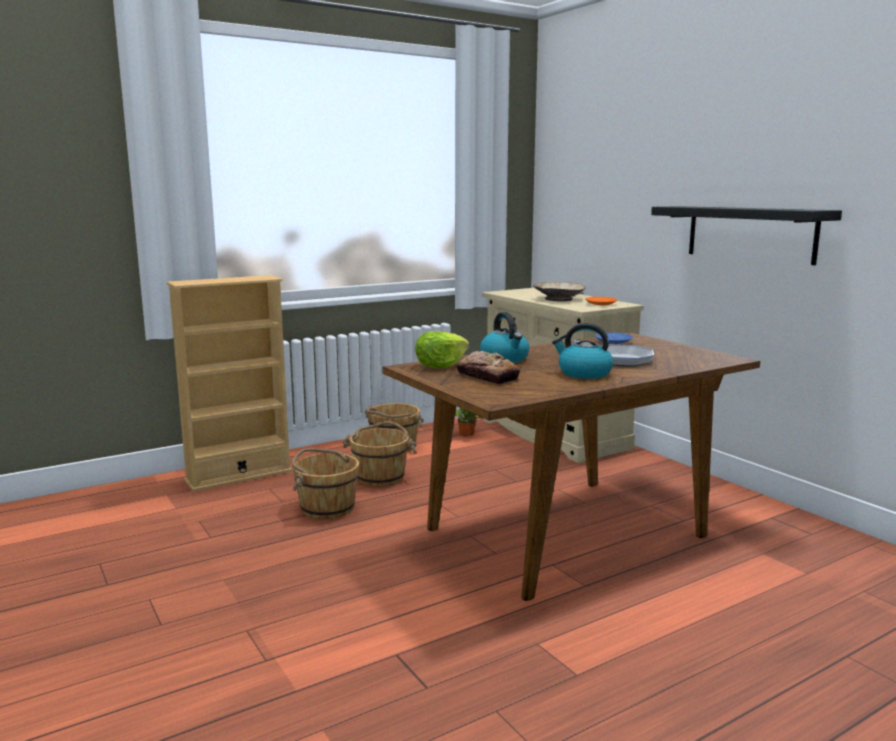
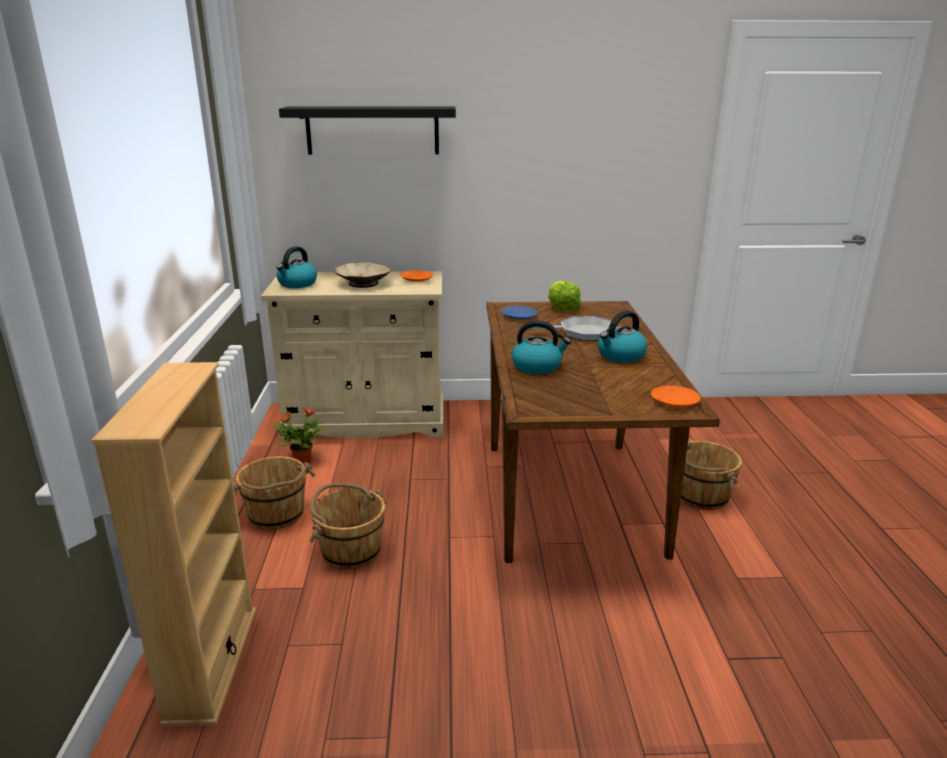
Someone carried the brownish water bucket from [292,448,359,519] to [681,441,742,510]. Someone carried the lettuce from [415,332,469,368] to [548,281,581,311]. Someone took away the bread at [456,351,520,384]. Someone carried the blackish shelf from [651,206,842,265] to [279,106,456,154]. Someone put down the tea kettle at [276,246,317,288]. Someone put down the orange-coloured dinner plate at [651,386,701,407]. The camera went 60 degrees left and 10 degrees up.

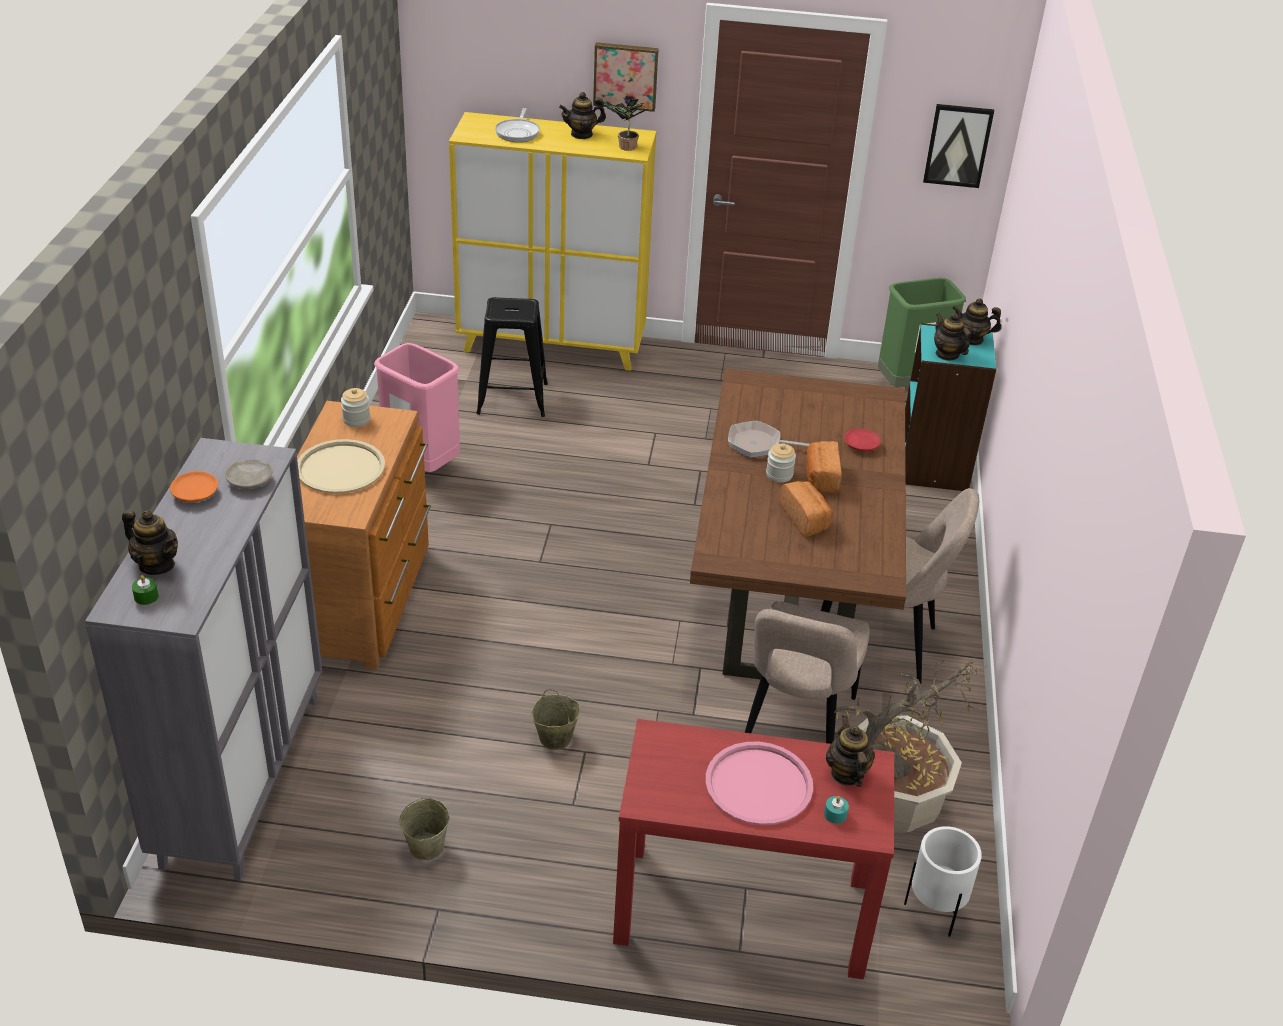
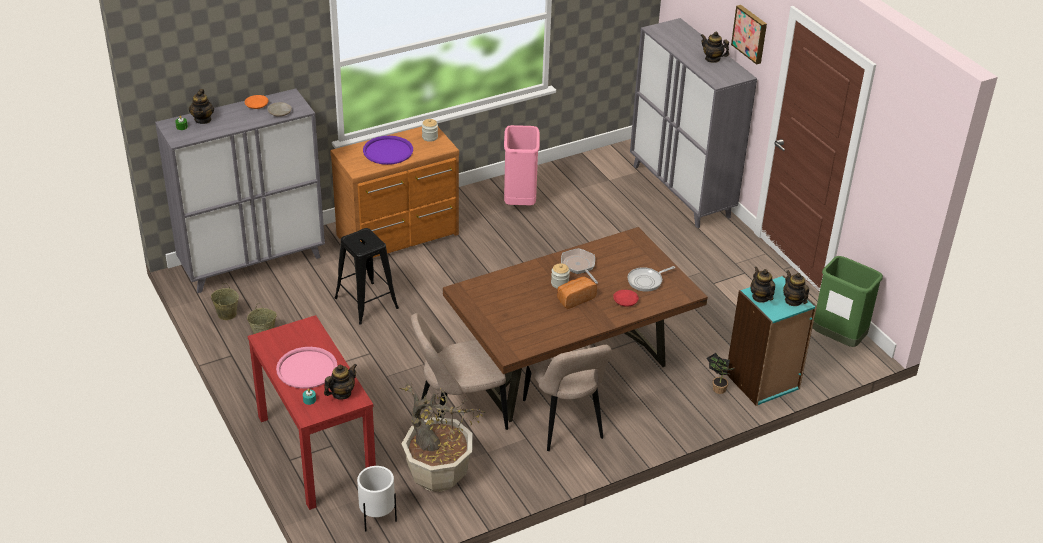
Someone repainted the beige serving tray at [297,439,385,494], which became the purple-coloured serving tray at [363,136,413,165]. Someone repainted the yellow-coloured cupboard at [449,112,656,371], which became the grey cupboard at [630,18,757,228]. Someone carried the blackish stool seat from [476,297,548,417] to [335,228,399,325]. Someone carried the frying pan from [495,108,540,142] to [627,266,675,292]. Someone carried the beige water bucket from [532,689,581,750] to [211,283,239,320]. Someone carried the houseplant from [606,97,647,151] to [707,353,734,394]. Someone took away the bread at [780,481,833,536]. Someone took away the wall picture at [923,104,994,188]. Someone rotated the teapot at [934,313,971,361] by 45 degrees counterclockwise. The camera went 55 degrees right and 0 degrees up.

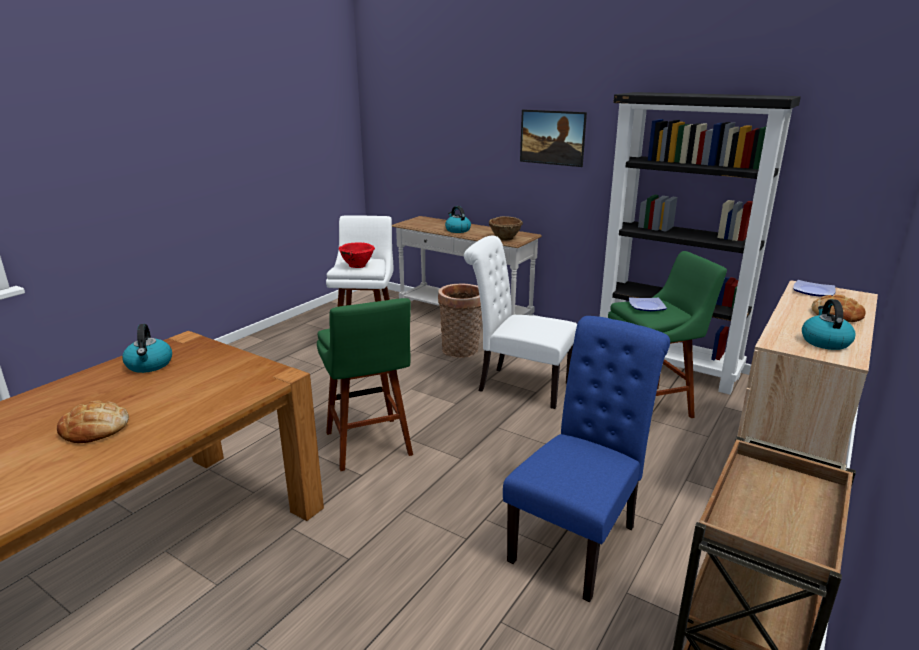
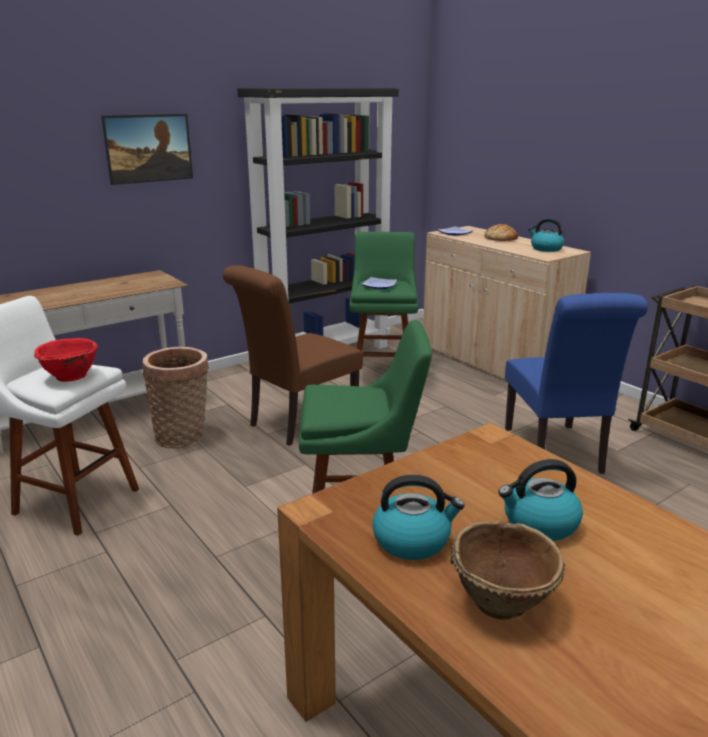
Someone took away the bread at [57,400,129,443]. Someone carried the tea kettle from [445,206,471,233] to [498,459,583,541]. Someone repainted the white plain chair at [464,236,577,409], which became the brownish plain chair at [222,265,363,446]. Someone carried the brownish serving bowl from [489,216,523,241] to [450,521,565,620]. Someone rotated the blue-coloured plain chair at [503,316,670,602] by 150 degrees counterclockwise. The camera went 70 degrees left and 0 degrees up.

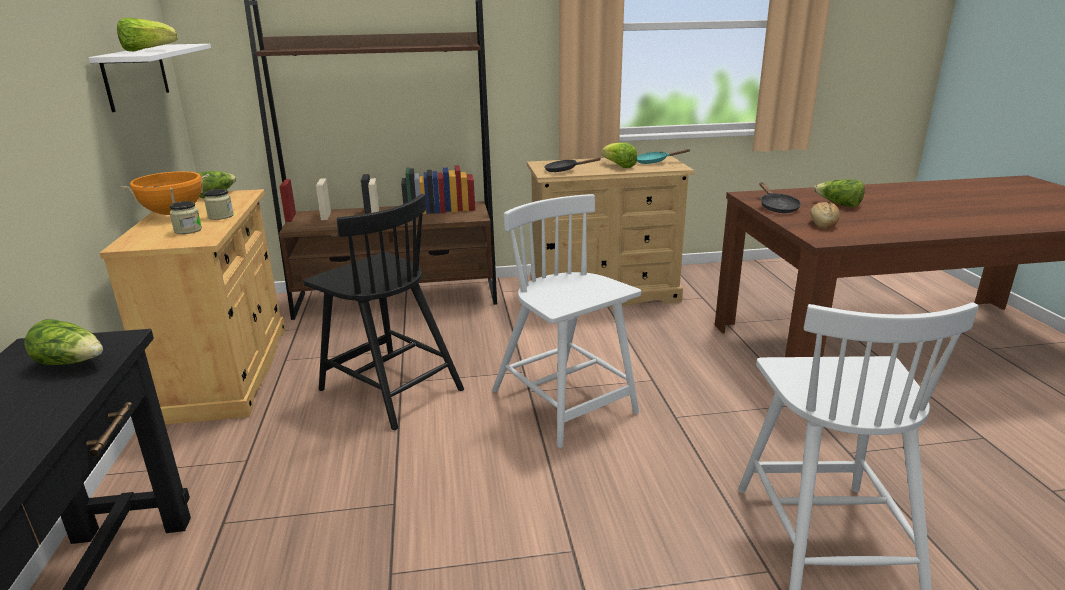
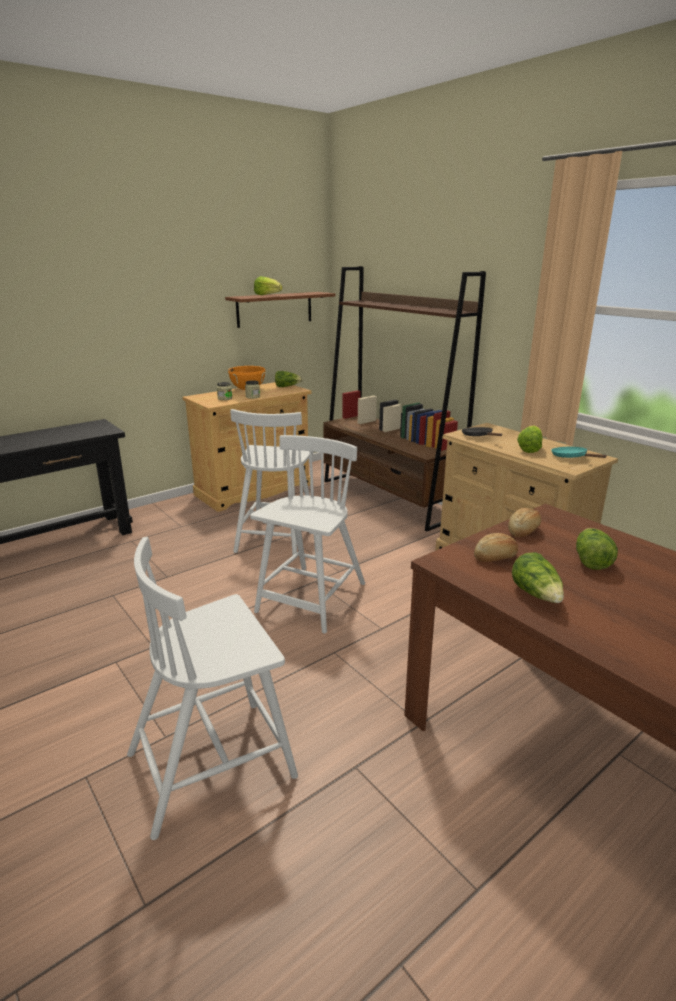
Someone carried the lettuce from [24,319,103,365] to [512,552,564,603]. Someone repainted the white shelf at [88,44,211,112], which became the brownish shelf at [225,292,336,328]. Someone repainted the blackish plain chair at [303,194,464,430], which became the white plain chair at [230,409,314,558]. Someone swapped the blackish frying pan at [760,182,801,213] for the bread at [508,508,541,537]. The camera went 60 degrees right and 0 degrees up.

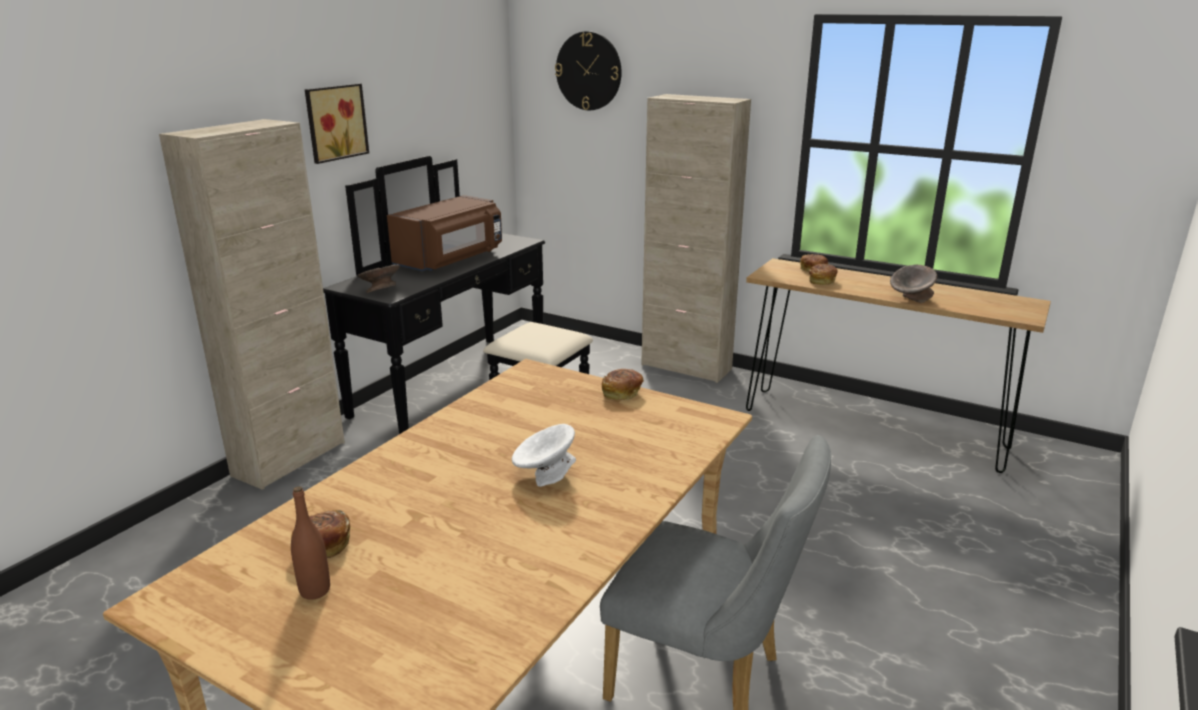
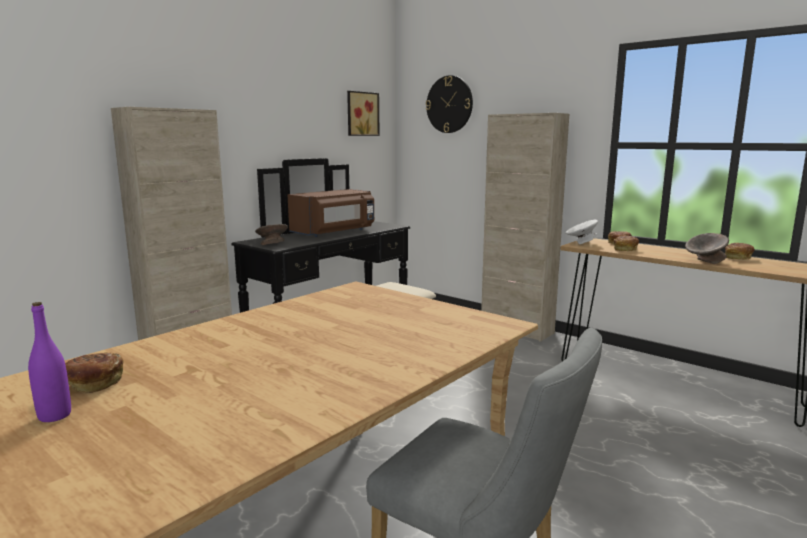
Someone repainted the brownish bottle at [291,486,330,600], which became the purple-coloured bottle at [28,302,71,422]. Someone carried the wall picture from [305,83,369,164] to [347,91,380,136]. Someone carried the white serving bowl from [512,424,576,487] to [566,220,598,244]. Someone carried the bread from [602,369,644,400] to [725,243,754,260]. The camera went 10 degrees right and 10 degrees down.

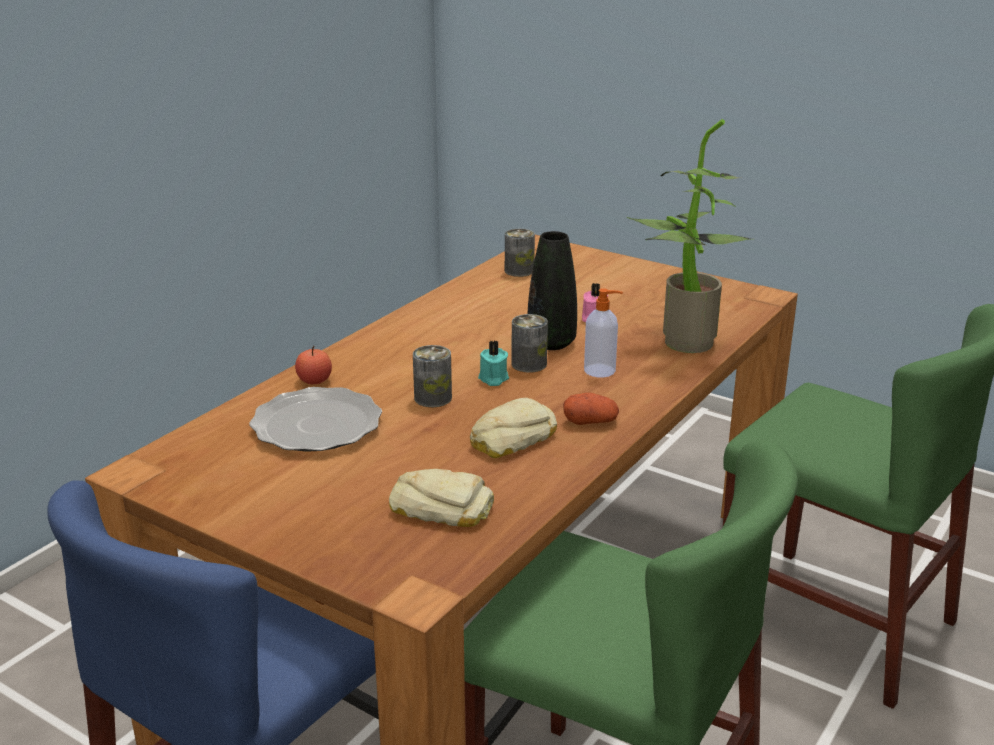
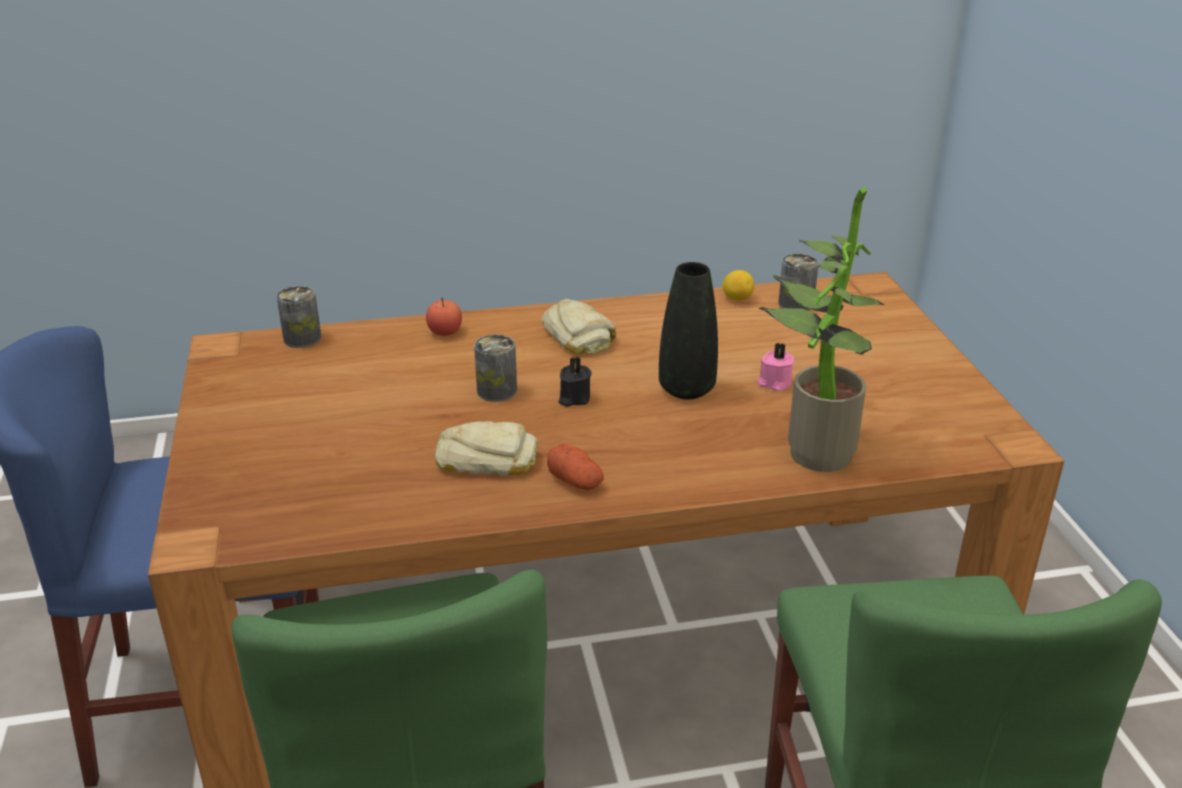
Someone took away the dinner plate at [249,387,382,452]. Someone carried the bread from [389,469,494,527] to [541,299,616,355]. Someone repainted the turquoise wax candle at [478,341,509,386], which became the blackish wax candle at [558,357,592,407]. Someone carried the metal can from [511,314,548,373] to [276,286,321,348]. Someone took away the soap bottle at [584,288,623,377]. Someone put down the whole lemon at [722,270,754,301]. The camera went 45 degrees right and 5 degrees up.

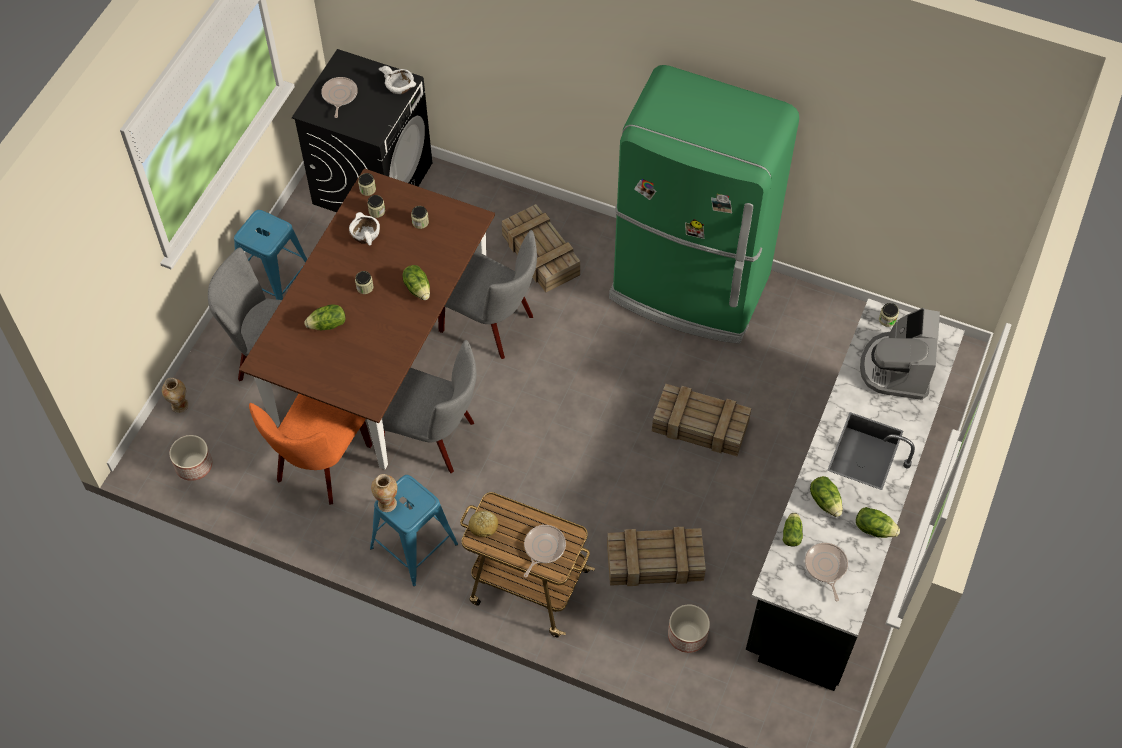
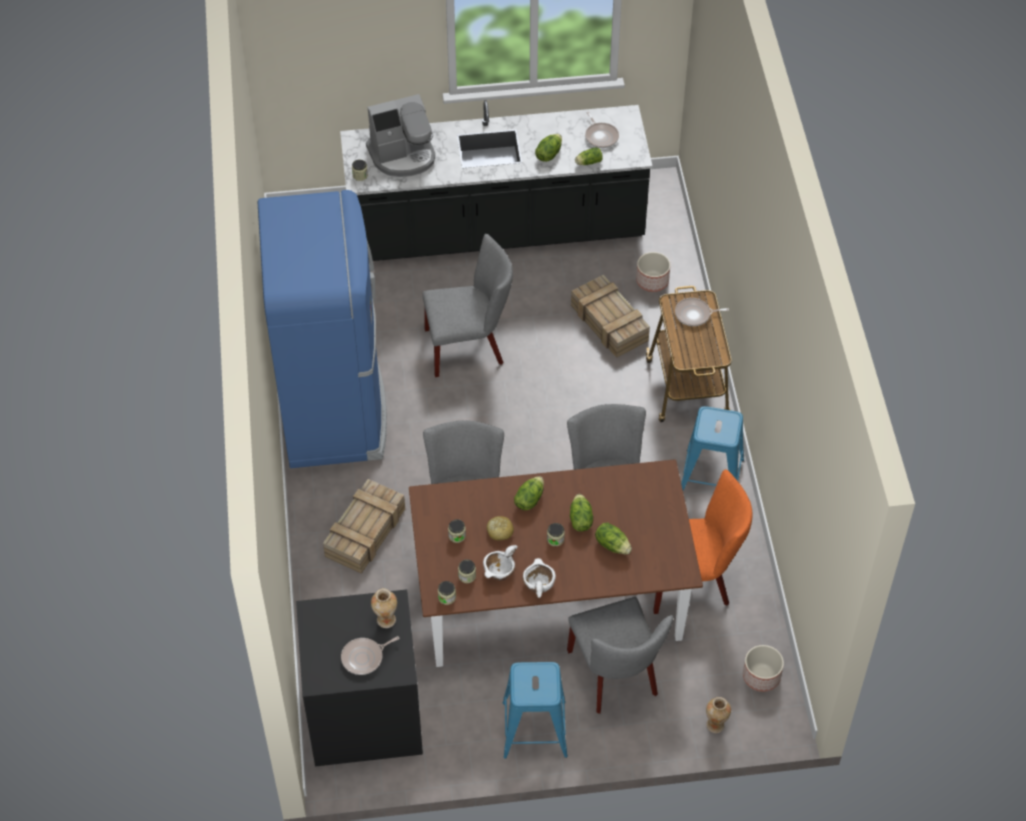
Someone carried the vase from [371,474,398,512] to [371,588,397,628]. Someone carried the white serving bowl from [379,66,416,94] to [522,558,556,598]. Someone carried the bread from [469,510,498,537] to [487,516,514,540]. Someone repainted the green-coloured refrigerator at [609,65,799,344], which became the blue-coloured refrigerator at [258,190,387,468]. Someone swapped the packing crate at [652,384,751,457] for the grey plain chair at [422,234,513,377]. Someone rotated the frying pan at [805,543,848,602] by 75 degrees counterclockwise. Someone carried the lettuce from [856,507,900,538] to [570,494,593,532]. The camera went 120 degrees left and 5 degrees down.

